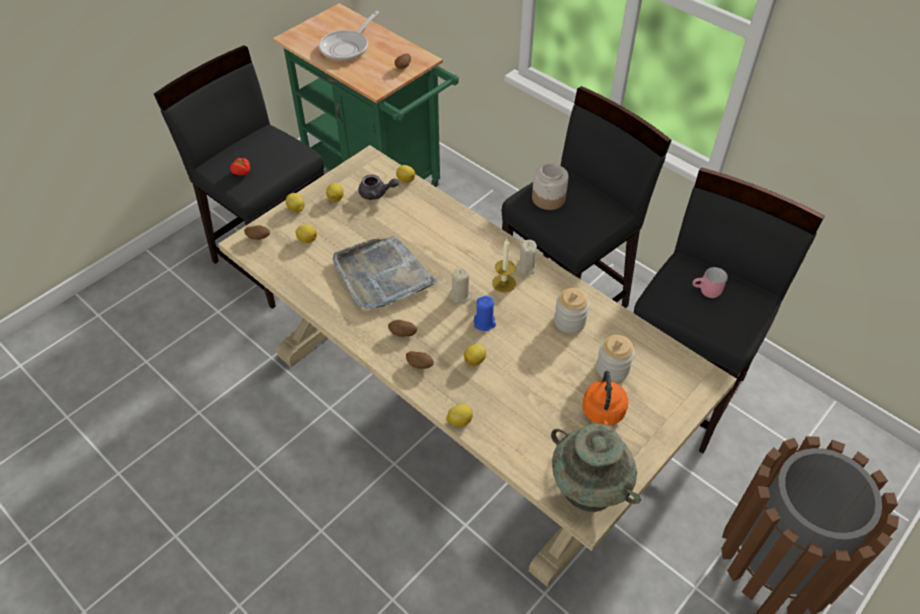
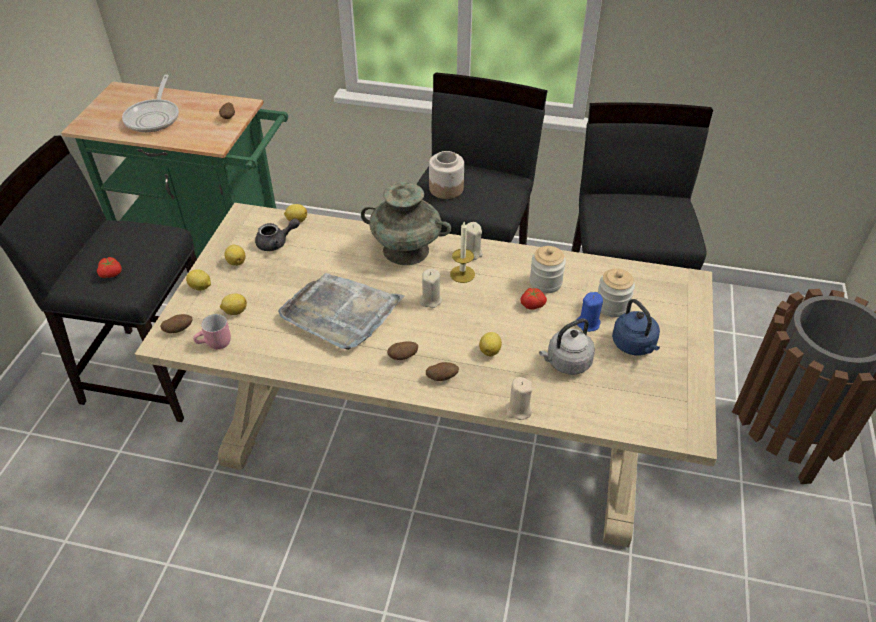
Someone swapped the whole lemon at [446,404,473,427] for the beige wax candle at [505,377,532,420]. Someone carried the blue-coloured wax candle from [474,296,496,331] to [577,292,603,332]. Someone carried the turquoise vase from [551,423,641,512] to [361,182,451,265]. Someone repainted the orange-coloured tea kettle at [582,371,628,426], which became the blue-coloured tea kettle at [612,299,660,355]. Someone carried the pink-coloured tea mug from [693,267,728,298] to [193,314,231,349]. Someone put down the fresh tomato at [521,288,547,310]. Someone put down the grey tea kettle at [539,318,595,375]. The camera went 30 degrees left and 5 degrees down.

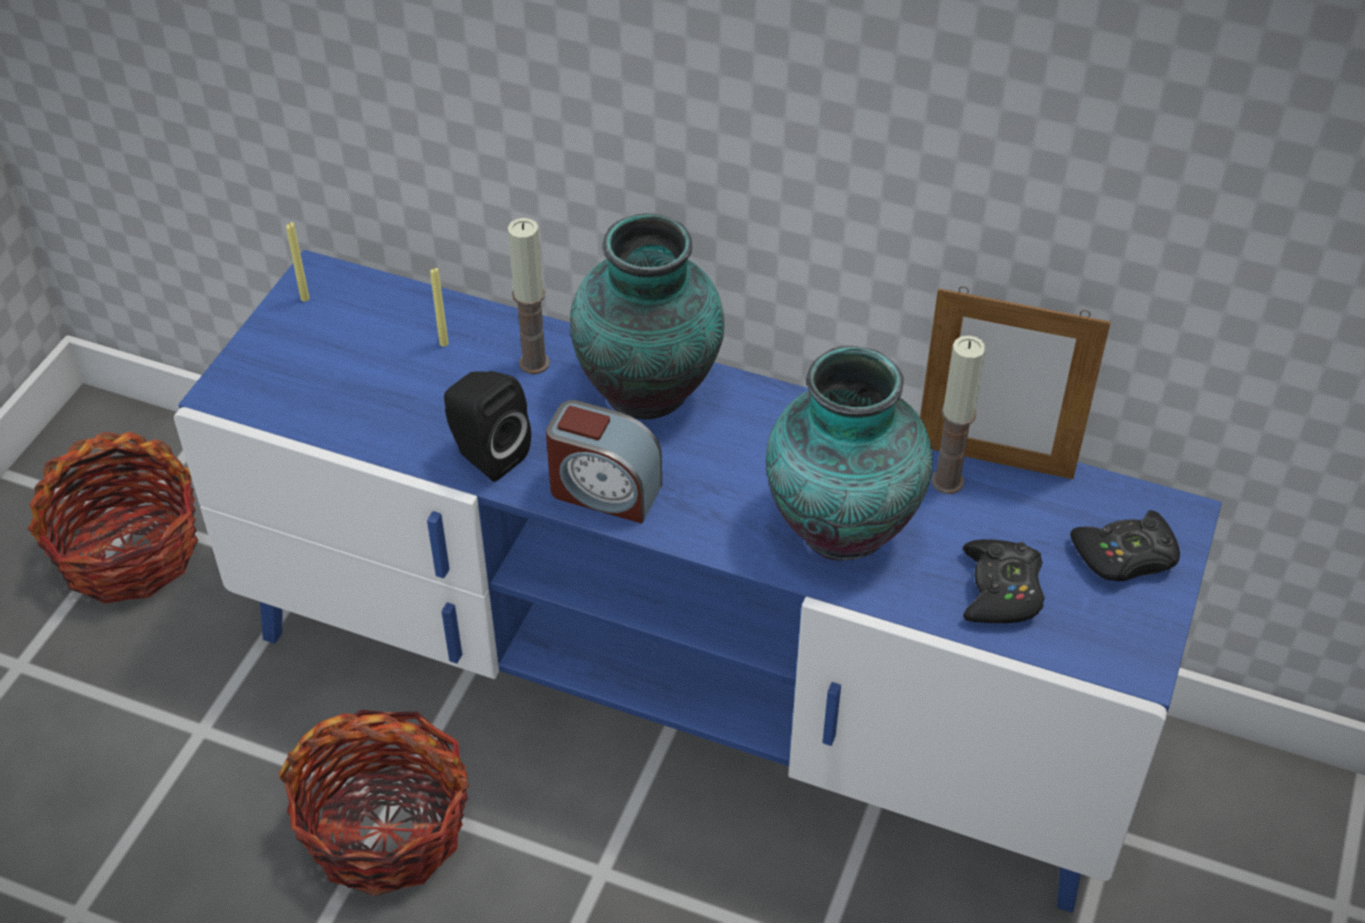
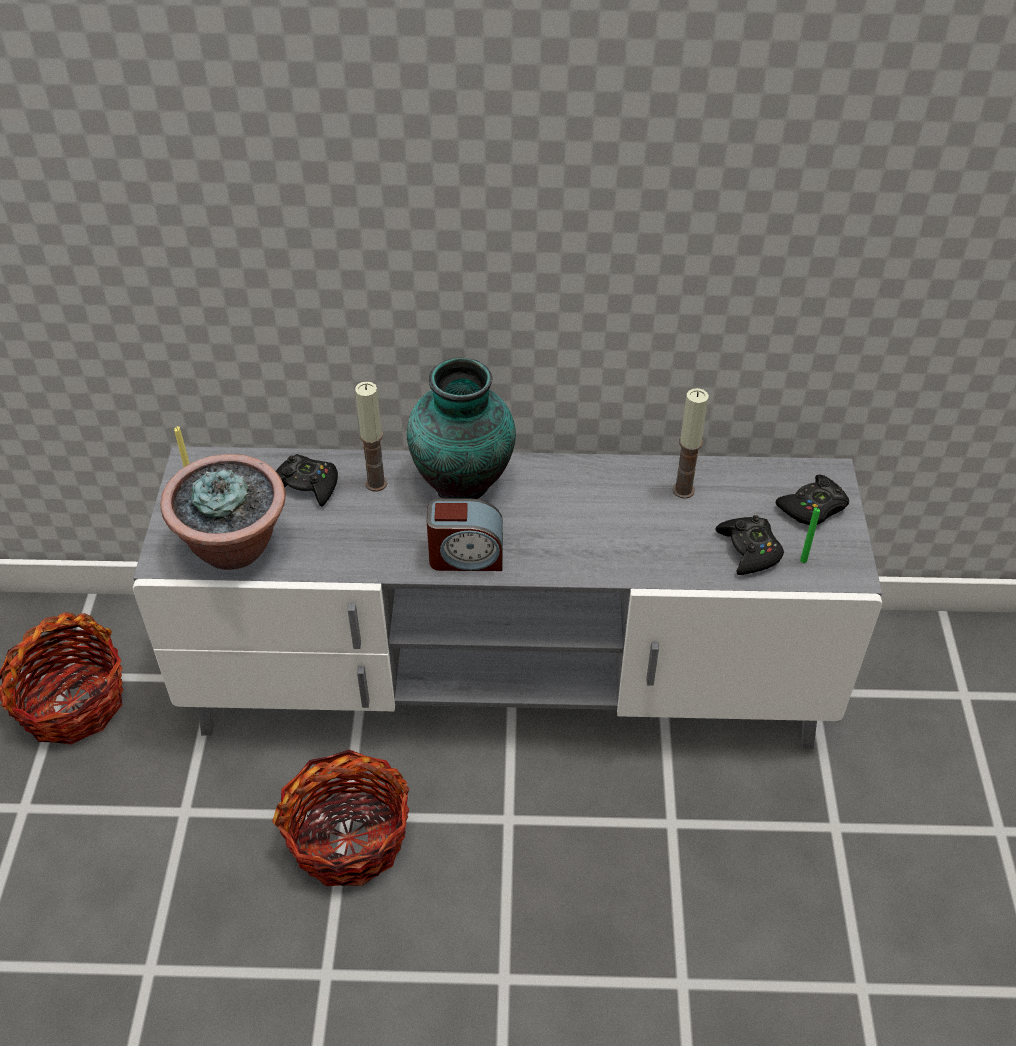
Someone repainted the blue-coloured tv stand at [174,250,1222,913], which became the grey tv stand at [133,446,882,749]. Someone swapped the yellow-coloured wax candle at [430,268,449,347] for the blackish gamepad at [276,454,338,507]. Someone took away the blackish speaker at [444,371,531,482]. Someone took away the vase at [766,346,933,560]. Someone took away the photo frame at [920,287,1111,479]. Someone put down the houseplant at [160,454,286,570]. Someone put down the green-coloured wax candle at [800,508,820,563]. The camera went 20 degrees left and 0 degrees up.

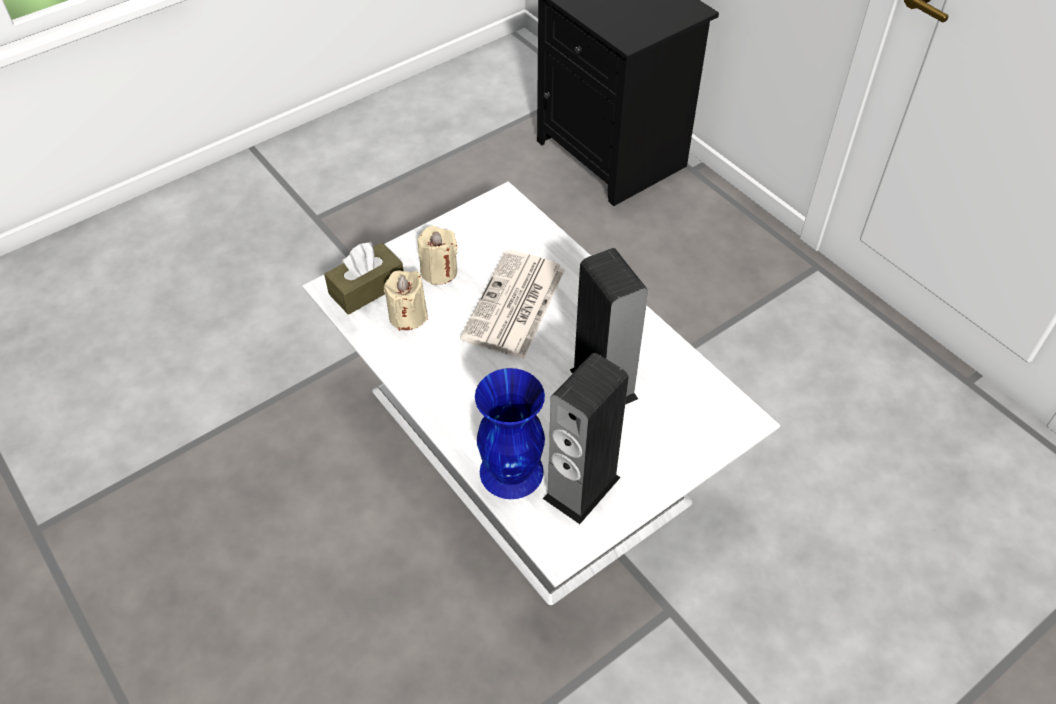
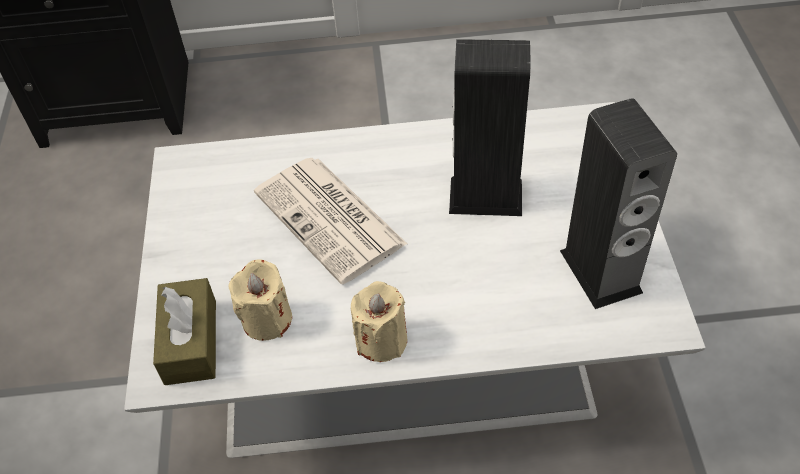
Someone carried the beige wax candle from [417,226,458,285] to [351,281,407,362]. Someone took away the blue-coloured vase at [475,368,545,499]. The camera went 55 degrees left and 0 degrees up.

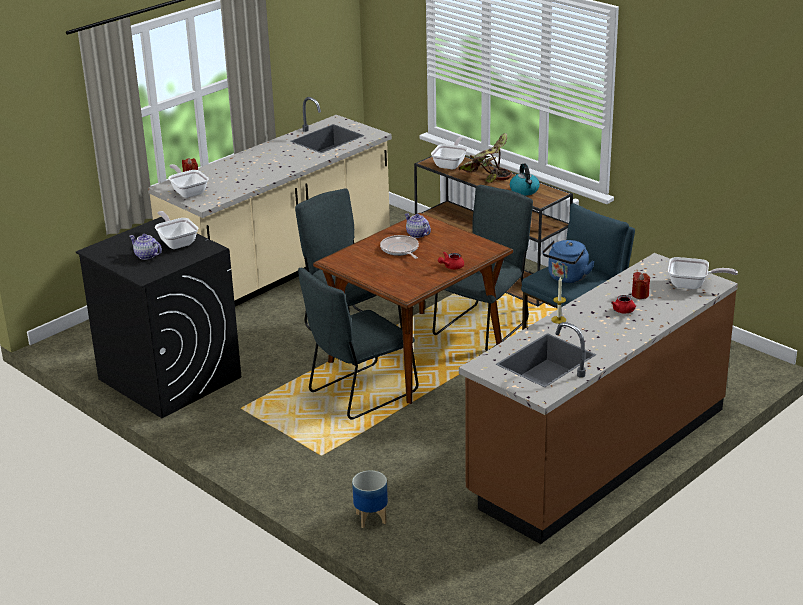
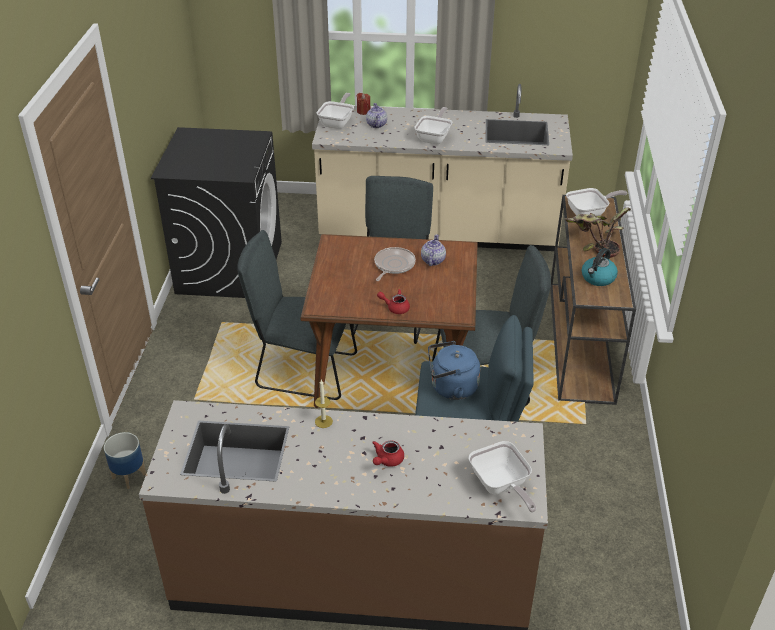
Someone carried the teapot from [129,234,162,260] to [366,103,387,128]. Someone carried the frying pan from [155,211,198,249] to [414,107,452,144]. Someone took away the reddish wax candle at [632,272,650,299]. The camera went 50 degrees right and 10 degrees up.

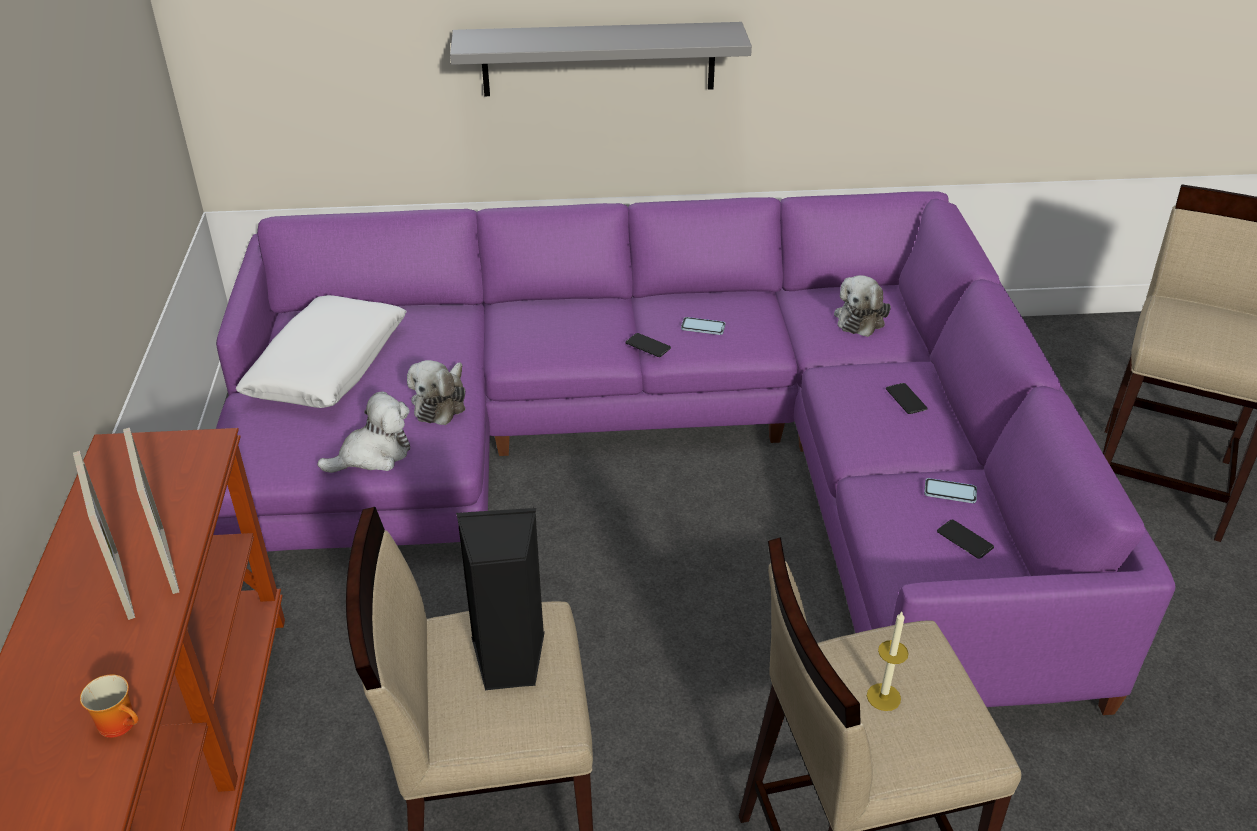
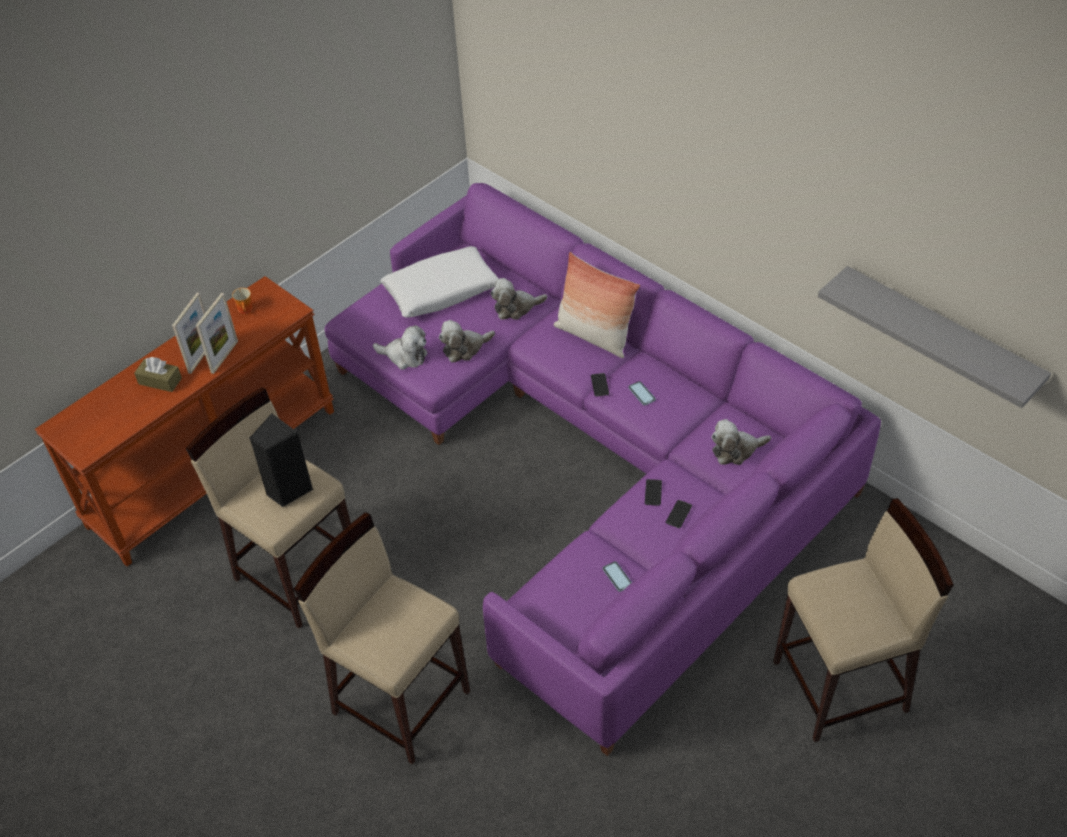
Someone carried the tea mug from [80,674,139,738] to [232,288,253,314]. Someone carried the grey shelf from [450,22,752,96] to [818,266,1051,408]. Someone took away the wax candle at [867,612,909,711]. Someone carried the telephone from [937,520,994,559] to [645,479,662,506]. Someone put down the brownish box of tissues at [134,357,182,392]. Someone put down the cuddly toy at [490,278,547,320]. Someone put down the cushion at [553,252,640,358]. The camera went 50 degrees right and 10 degrees up.

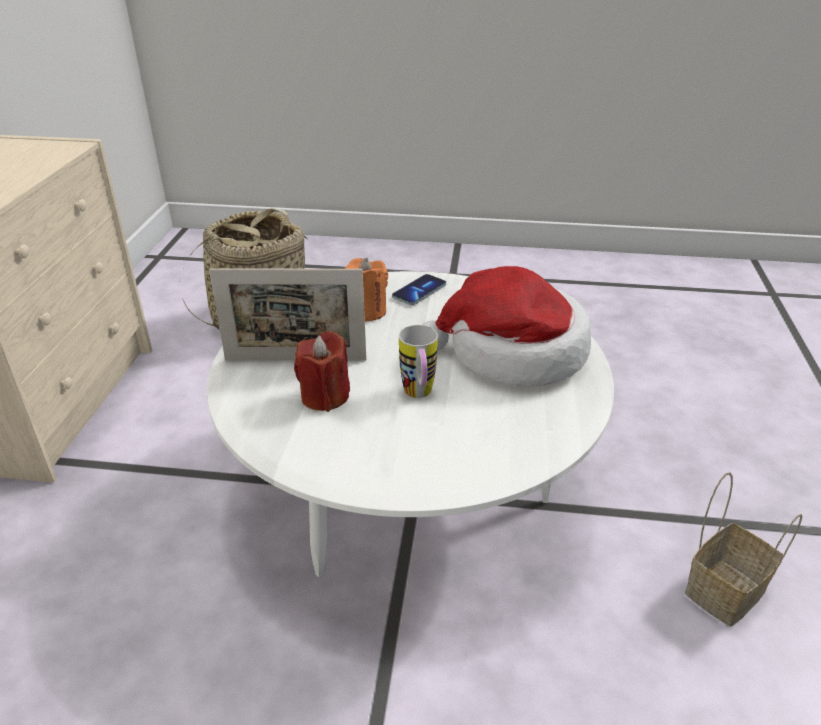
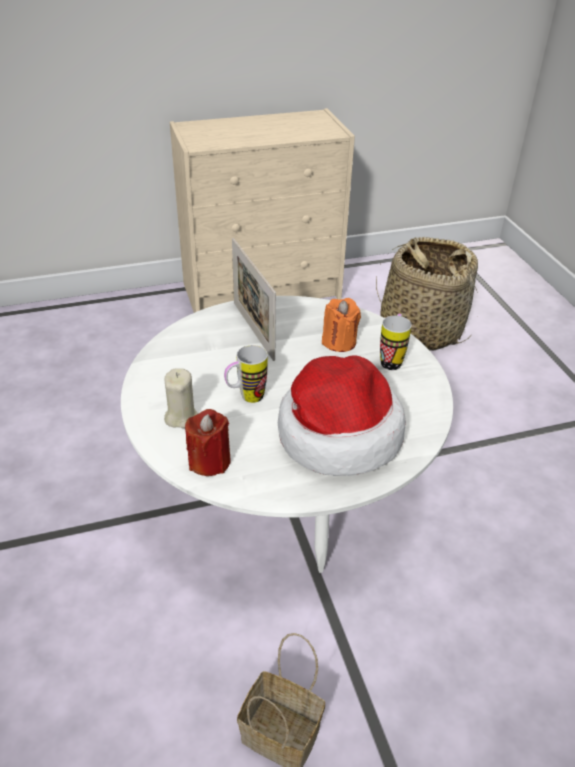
Someone carried the reddish wax candle from [294,331,350,412] to [185,409,231,476]. Someone swapped the telephone at [392,274,446,305] for the tea mug at [380,314,412,370]. Someone put down the beige wax candle at [164,368,198,428]. The camera went 65 degrees right and 5 degrees up.

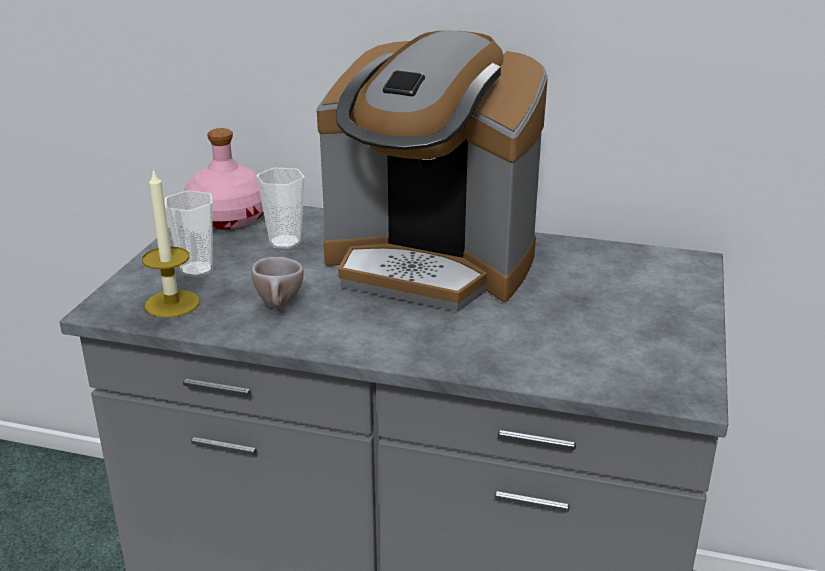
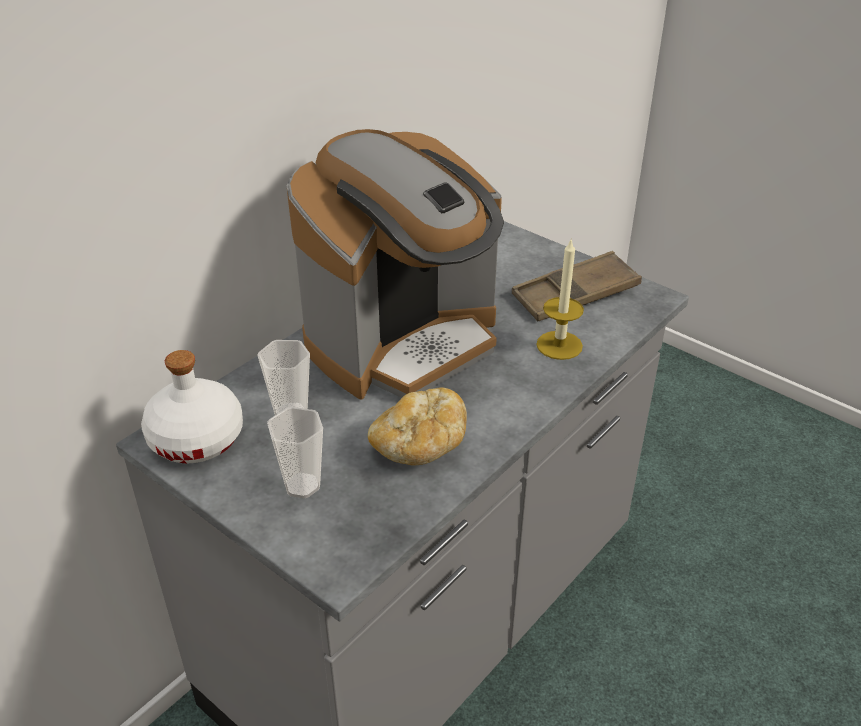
Someone carried the wax candle from [142,168,199,318] to [536,238,584,360]. Someone repainted the pink-coloured bottle at [184,128,264,229], which became the white bottle at [141,350,243,464]. Someone swapped the beige cup at [251,257,303,309] for the bread at [368,387,467,466]. Someone put down the brownish serving tray at [512,251,642,321]. The camera went 65 degrees left and 10 degrees up.

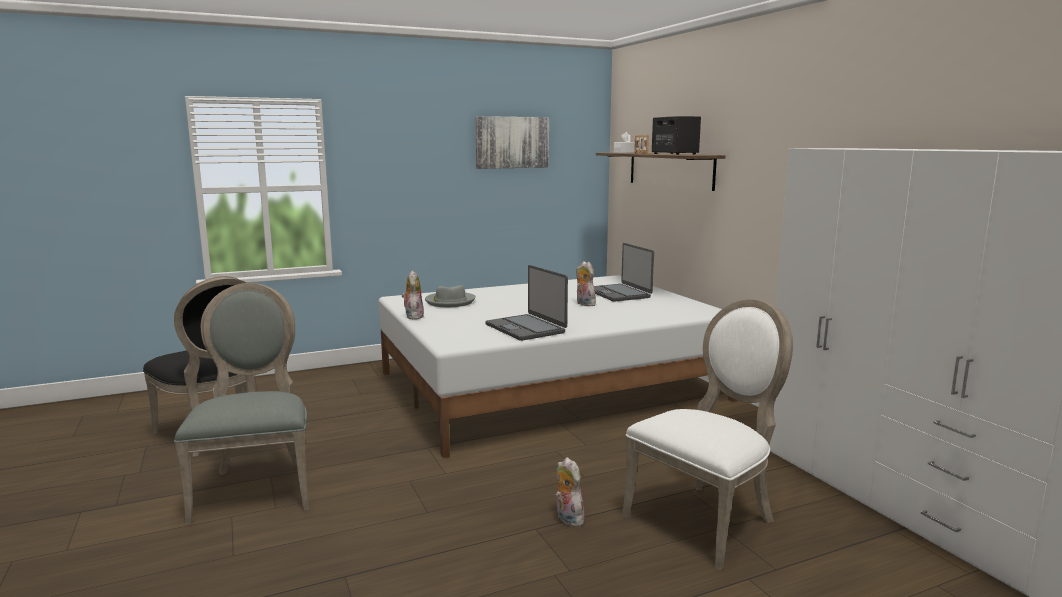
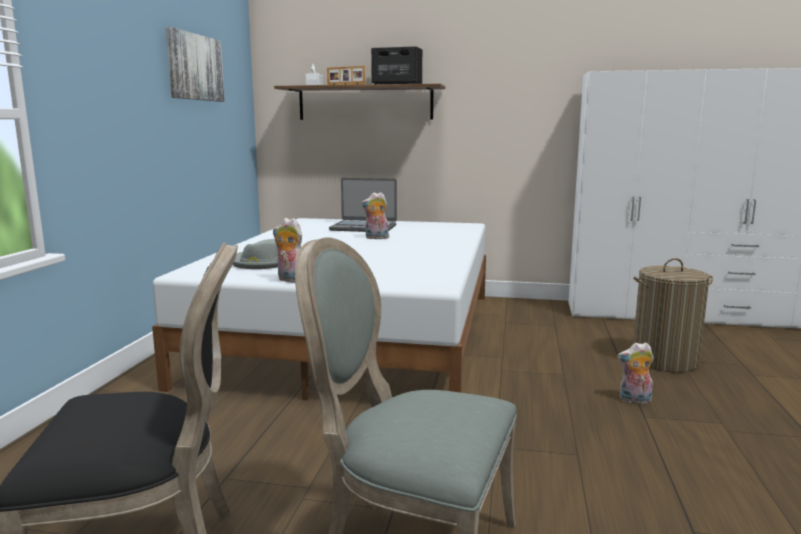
Someone took away the notebook computer at [485,265,568,341]. Someone swapped the white plain chair at [622,299,793,571] for the laundry basket at [633,258,713,373]. The camera went 55 degrees left and 0 degrees up.

